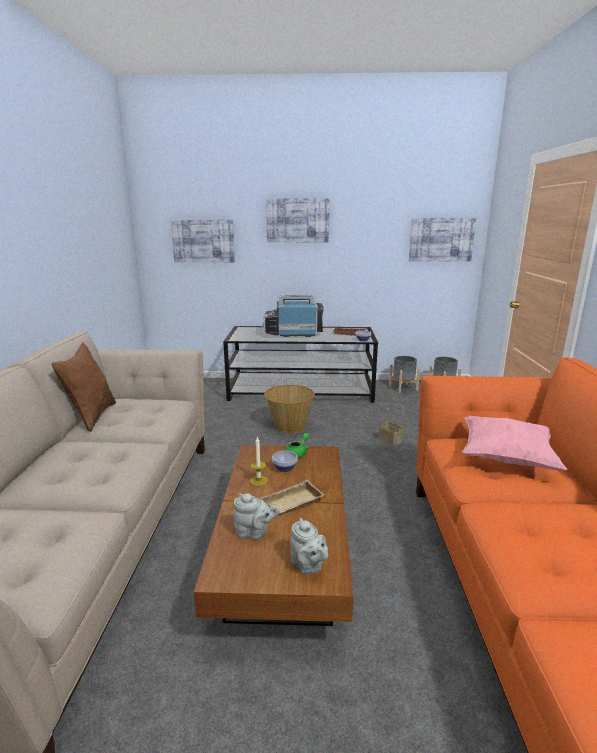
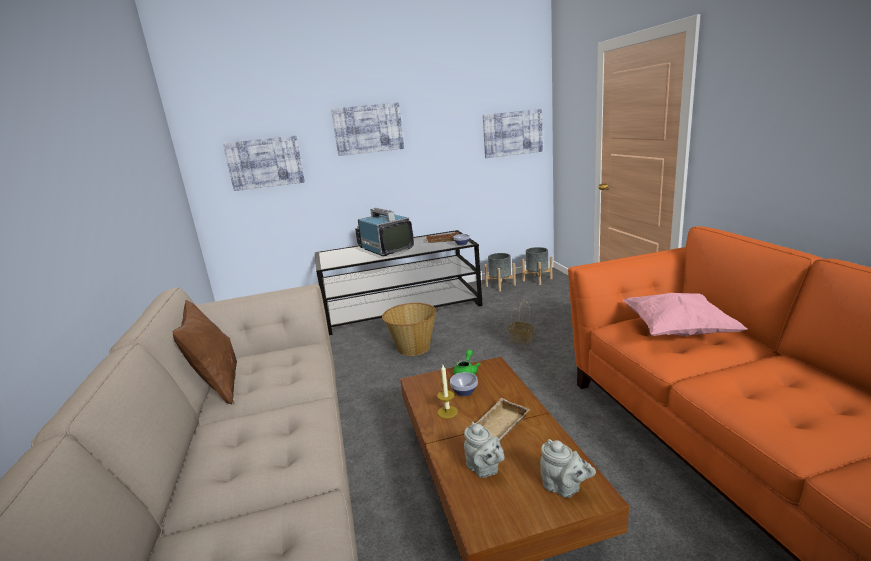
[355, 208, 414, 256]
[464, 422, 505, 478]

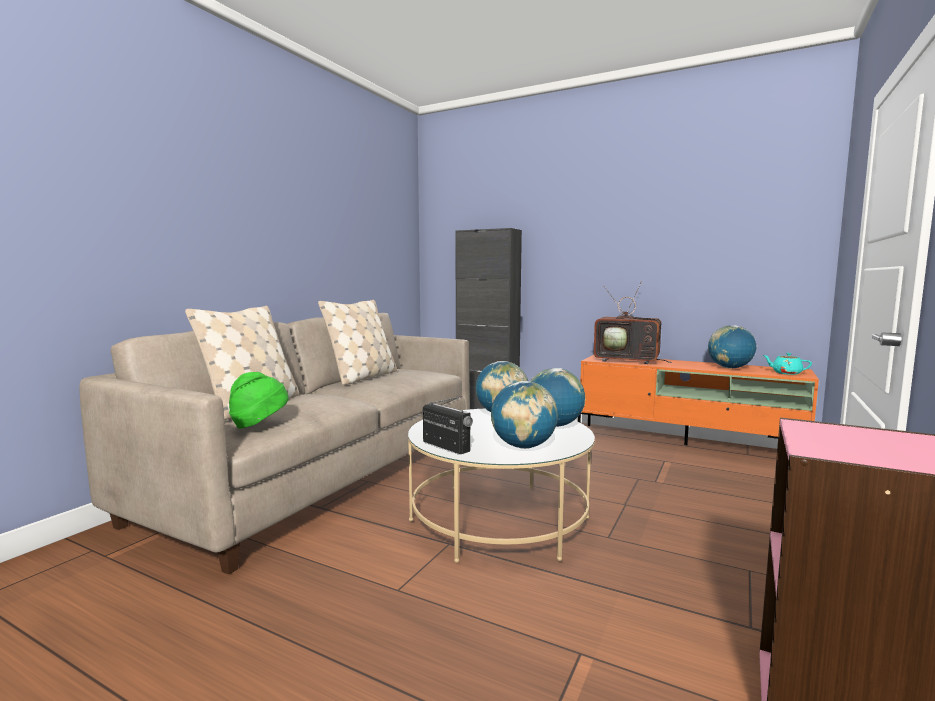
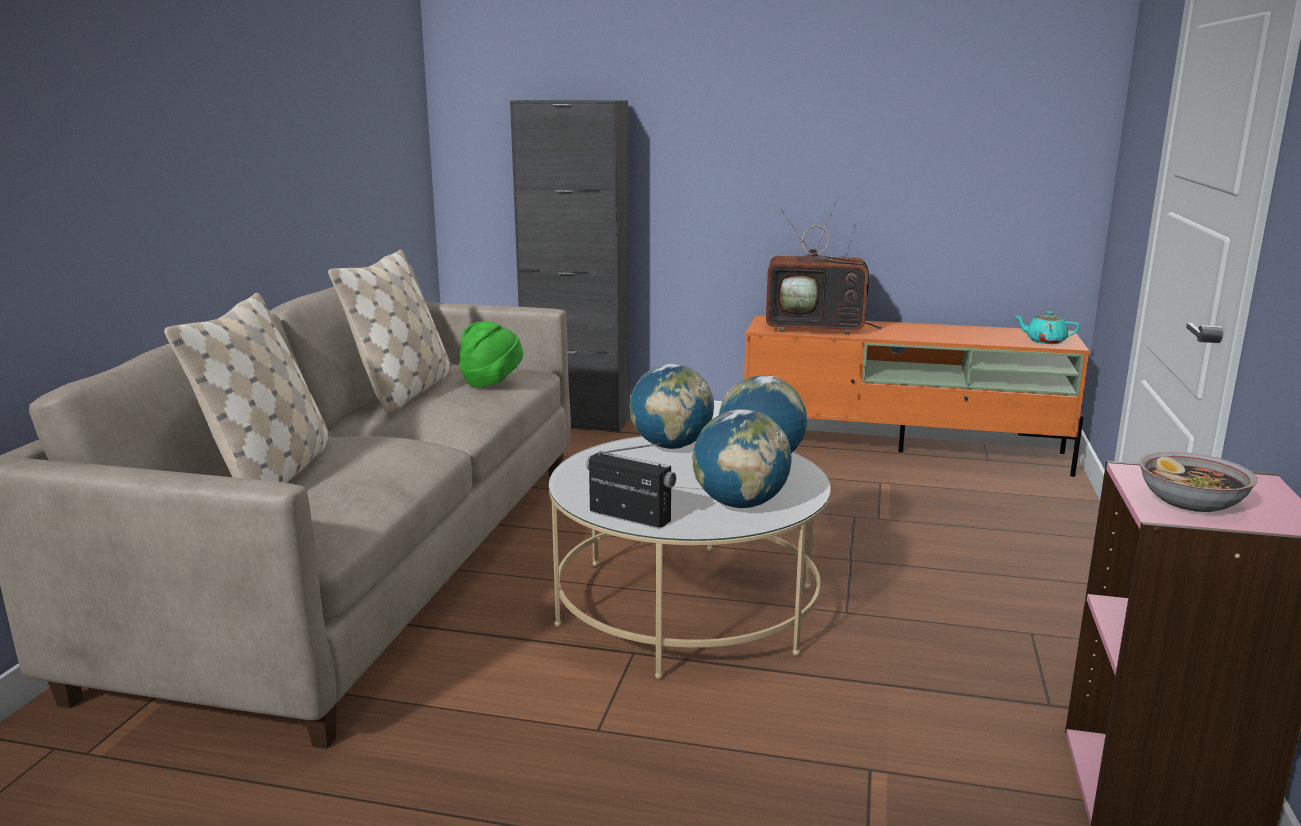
[459, 321, 523, 388]
[1139, 452, 1258, 512]
[708, 325, 756, 368] (first image)

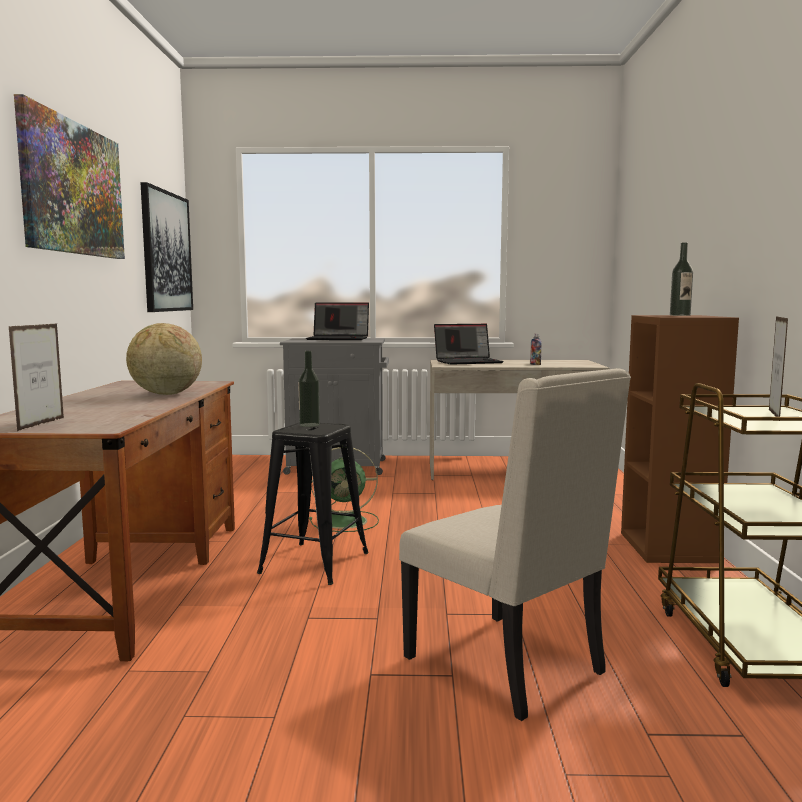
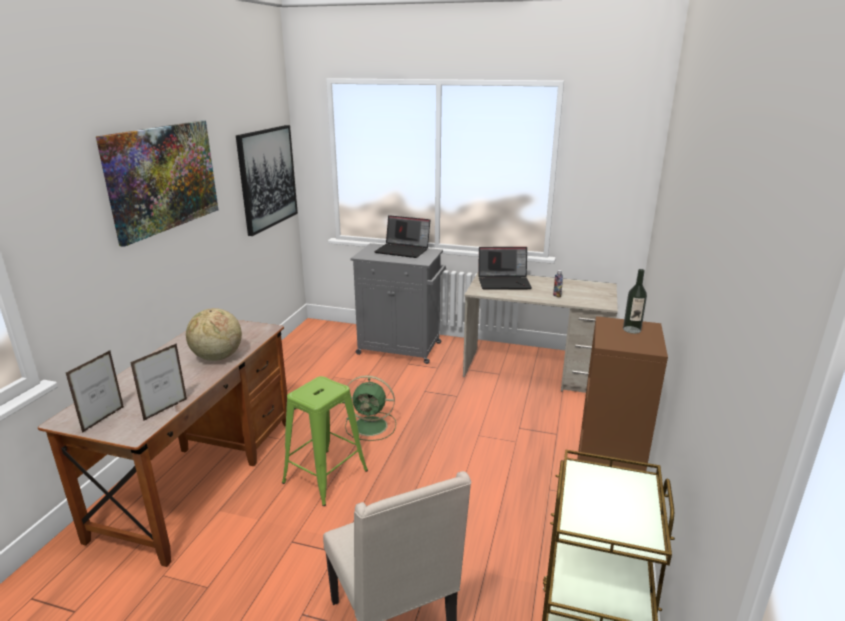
[130, 343, 187, 421]
[282, 376, 368, 506]
[298, 351, 320, 427] (first image)

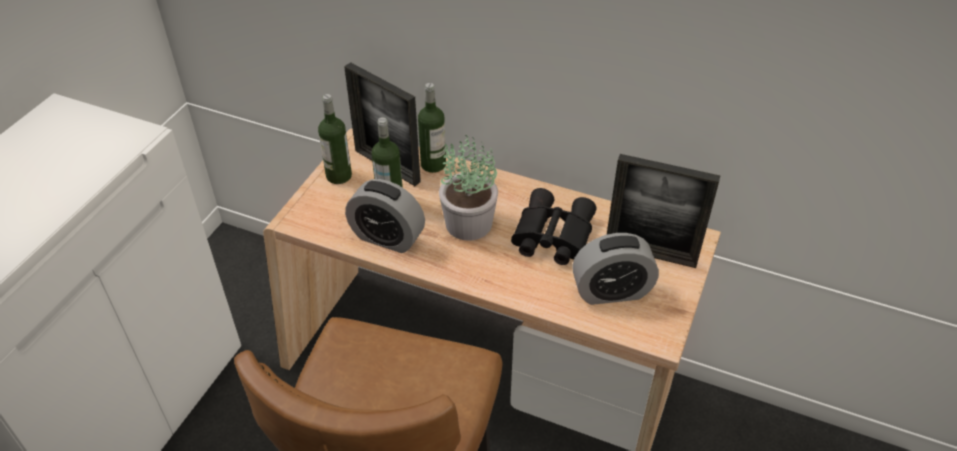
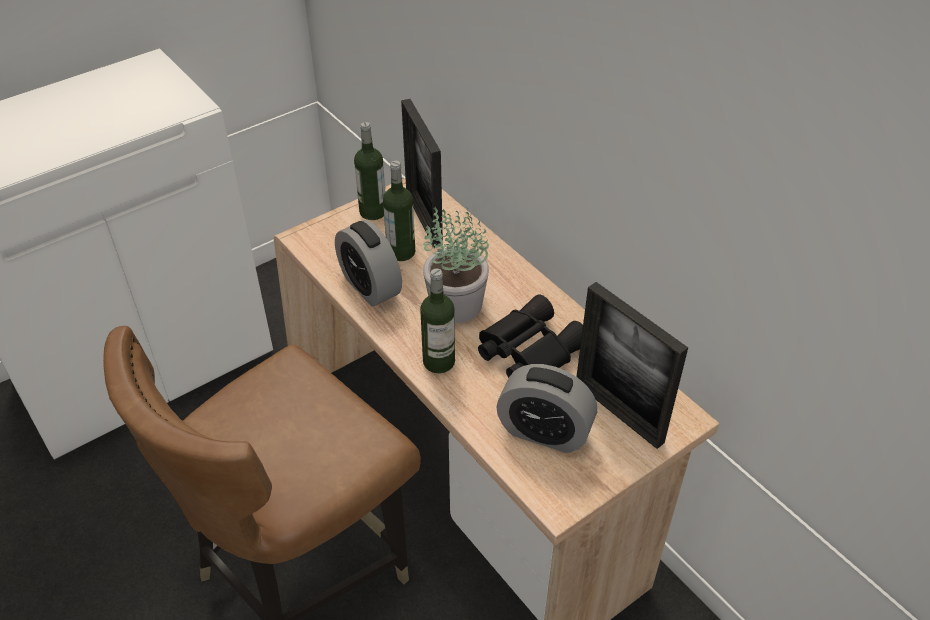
[420, 268, 455, 373]

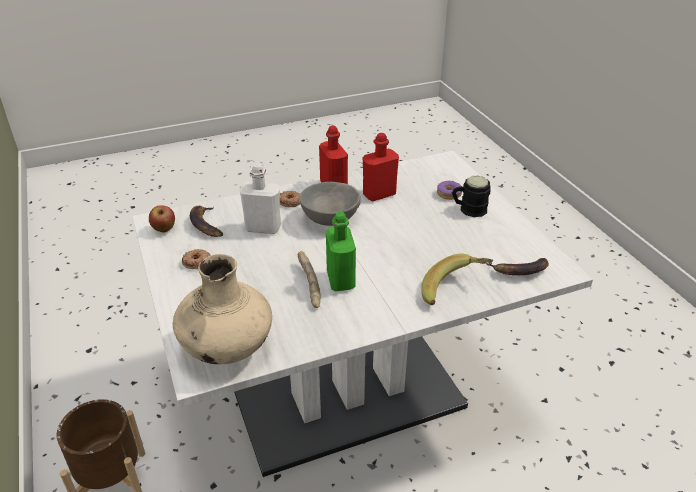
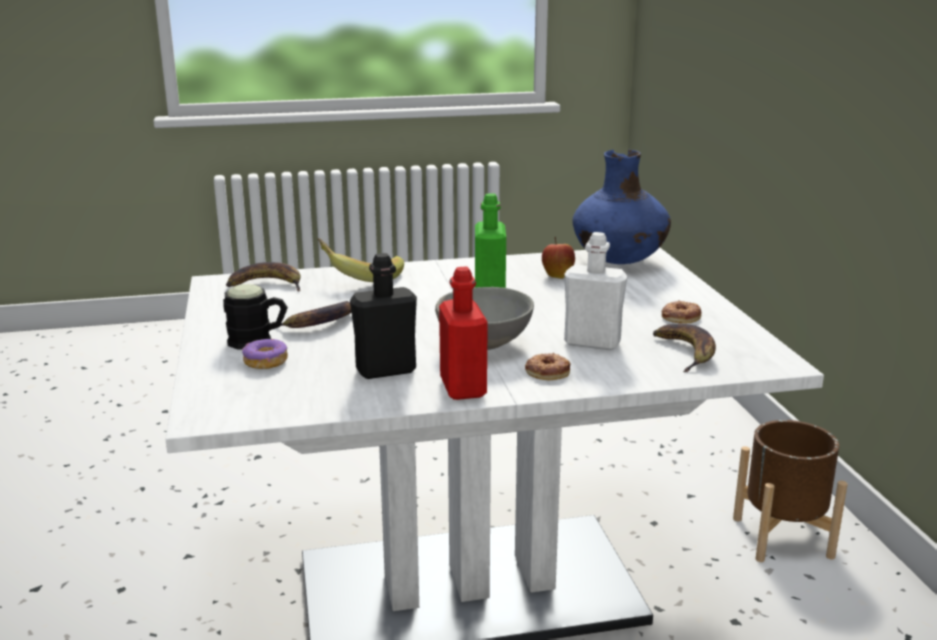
[280, 301, 352, 328]
[350, 253, 417, 379]
[542, 237, 575, 279]
[573, 150, 671, 264]
[298, 251, 320, 308] (first image)

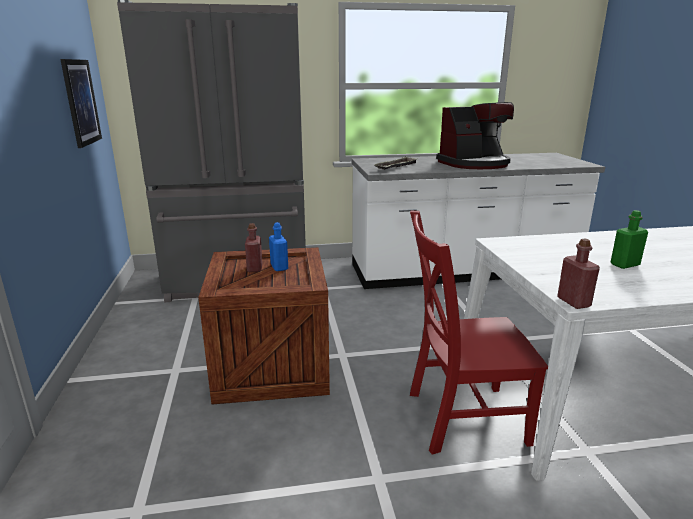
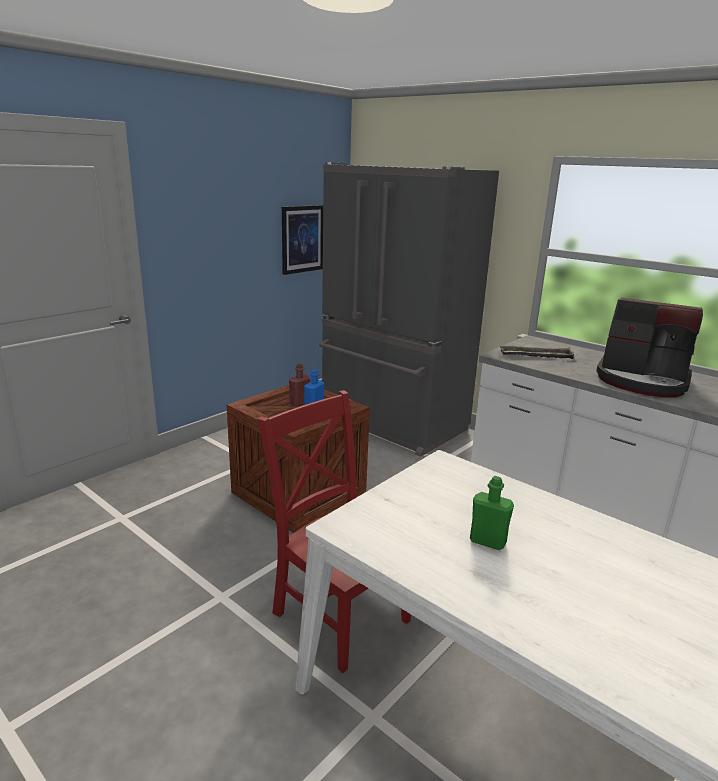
[557, 239, 600, 309] (first image)

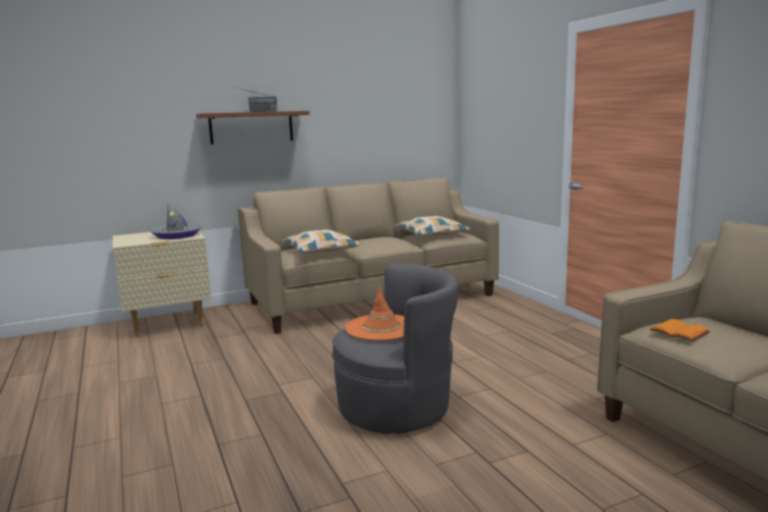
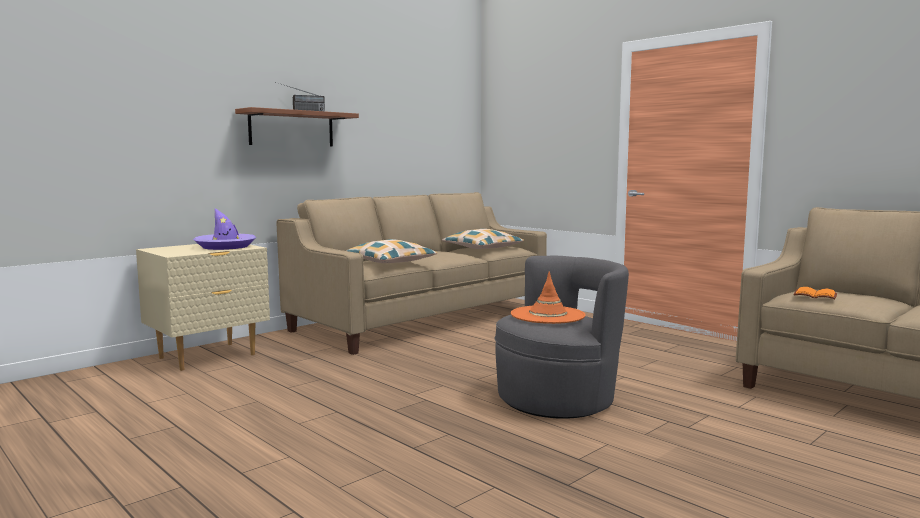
[193, 208, 256, 250]

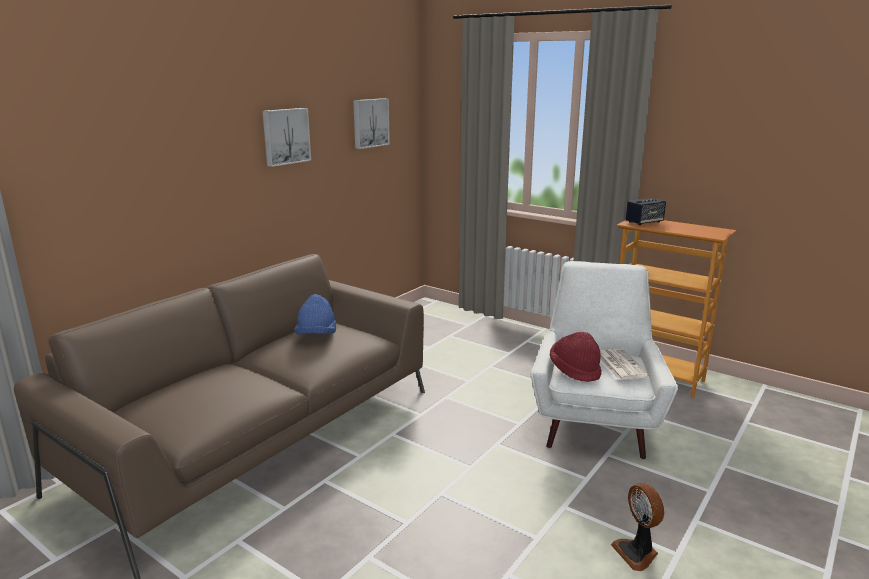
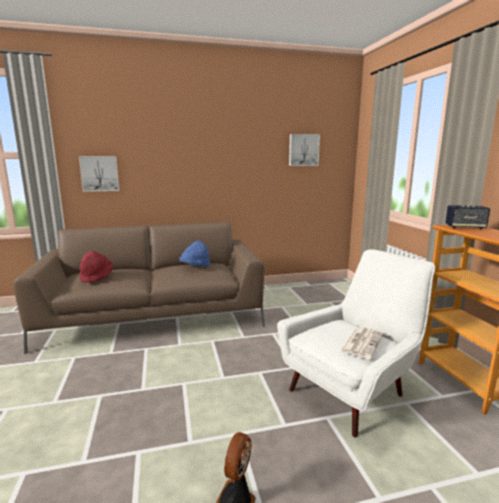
[79, 156, 119, 192]
[80, 251, 113, 283]

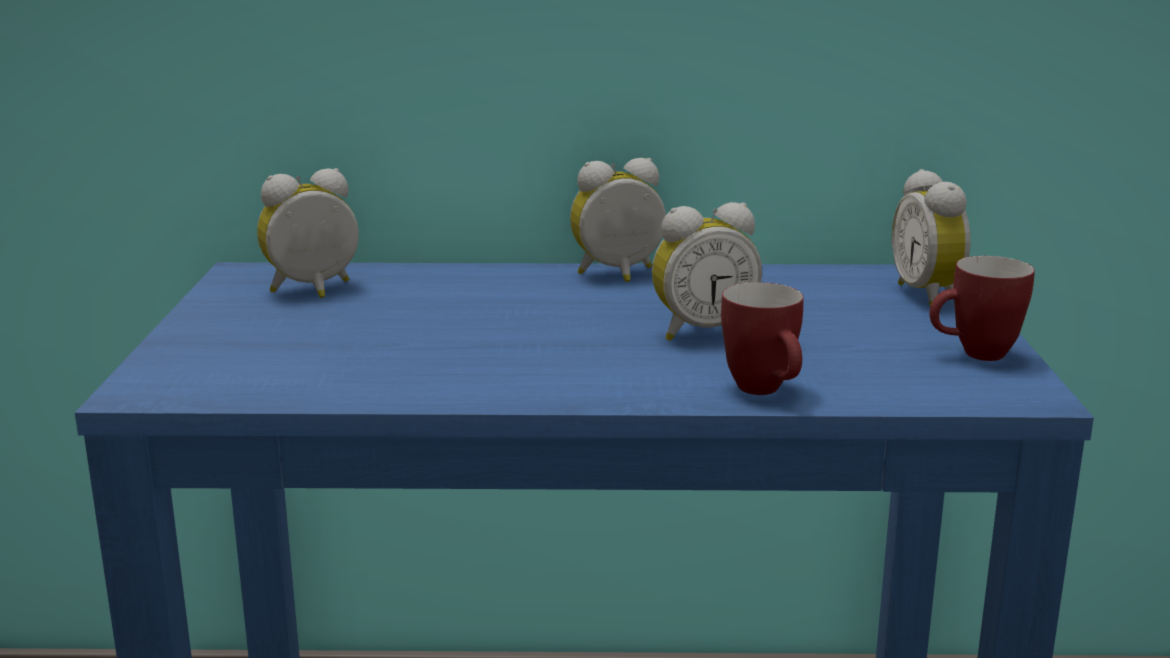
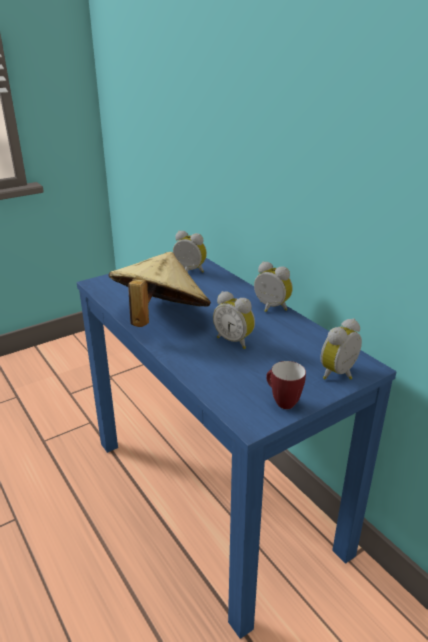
[108, 252, 211, 327]
[721, 282, 804, 395] (first image)

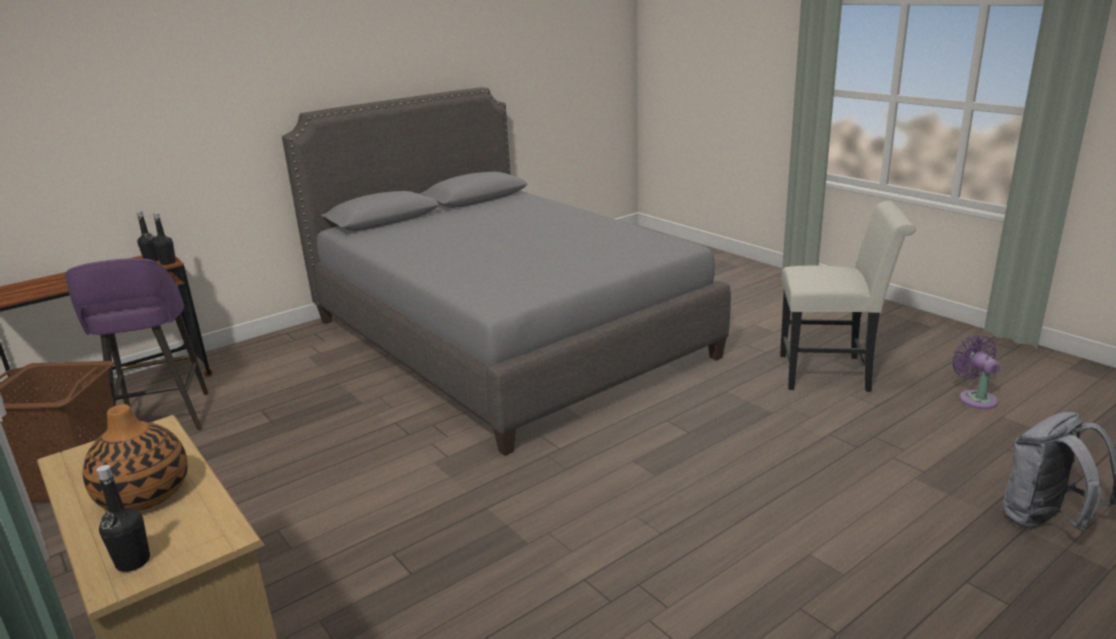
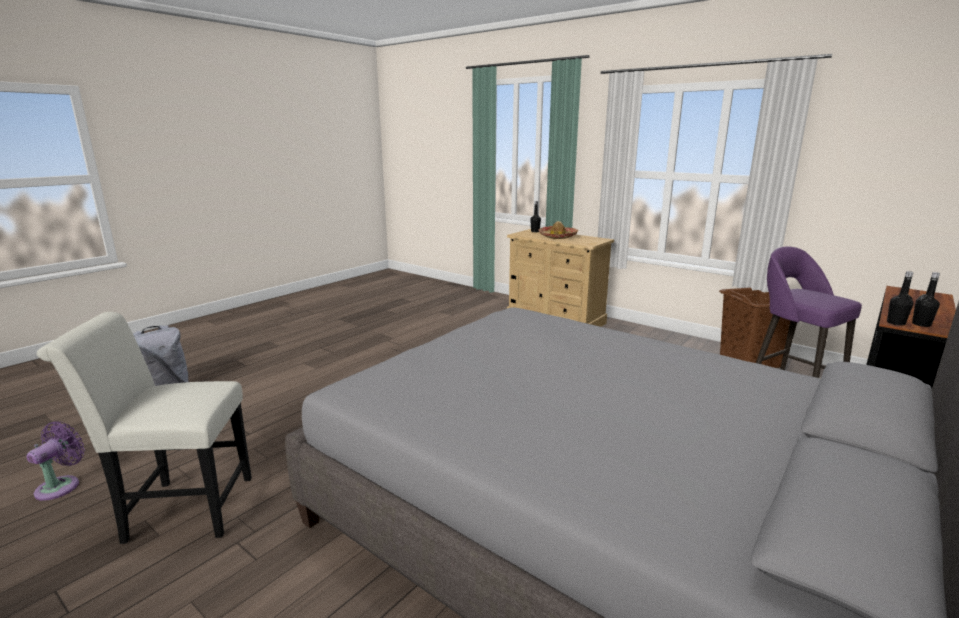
[27, 421, 85, 501]
[538, 221, 578, 239]

